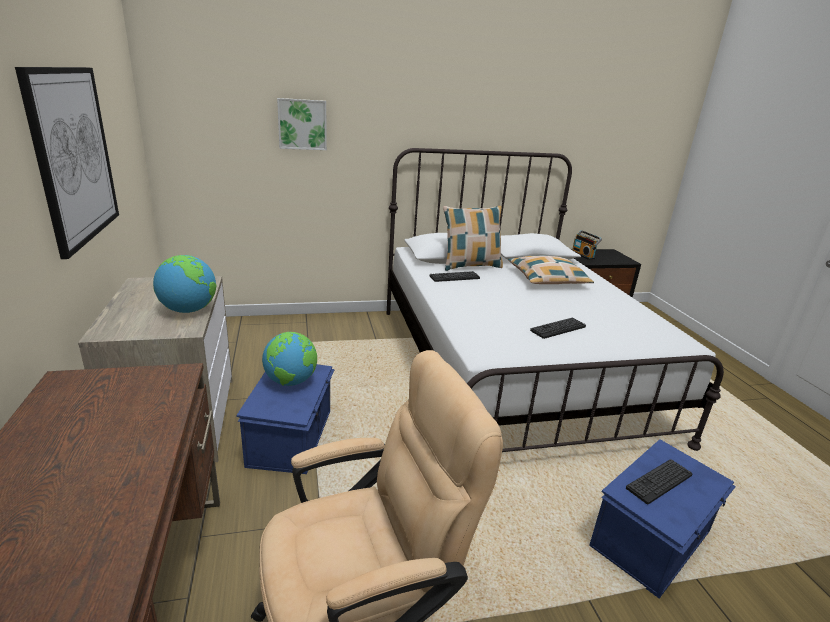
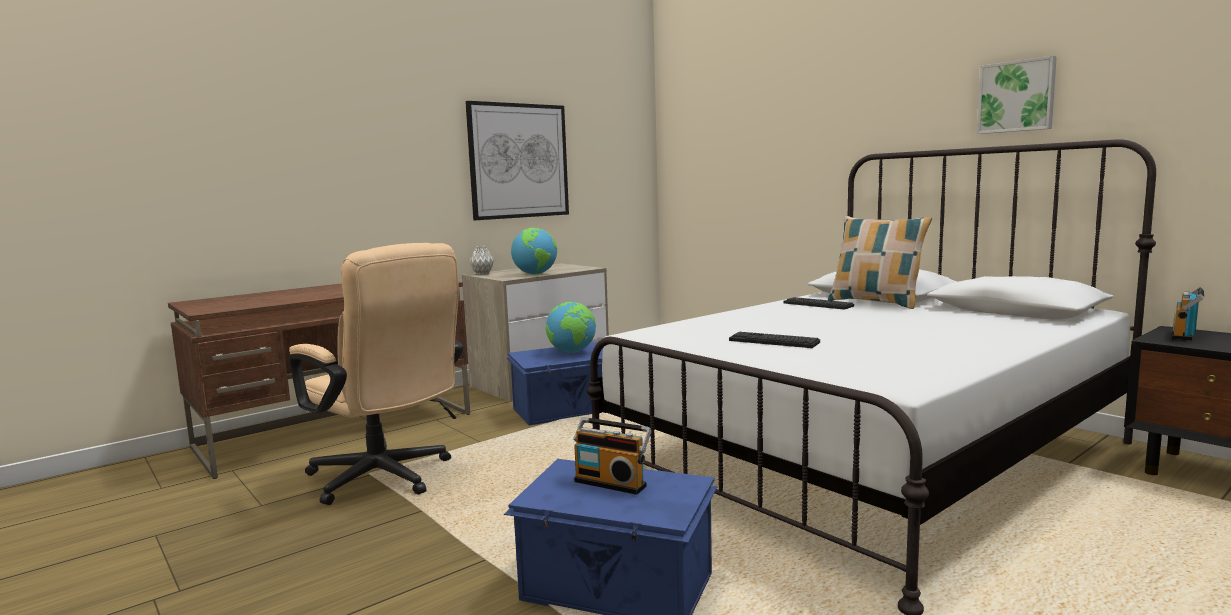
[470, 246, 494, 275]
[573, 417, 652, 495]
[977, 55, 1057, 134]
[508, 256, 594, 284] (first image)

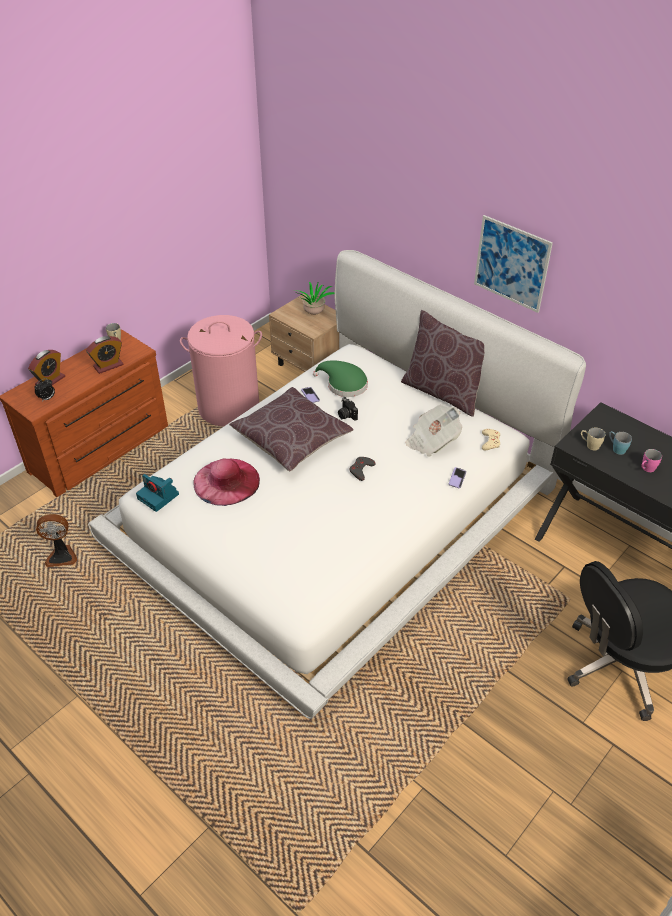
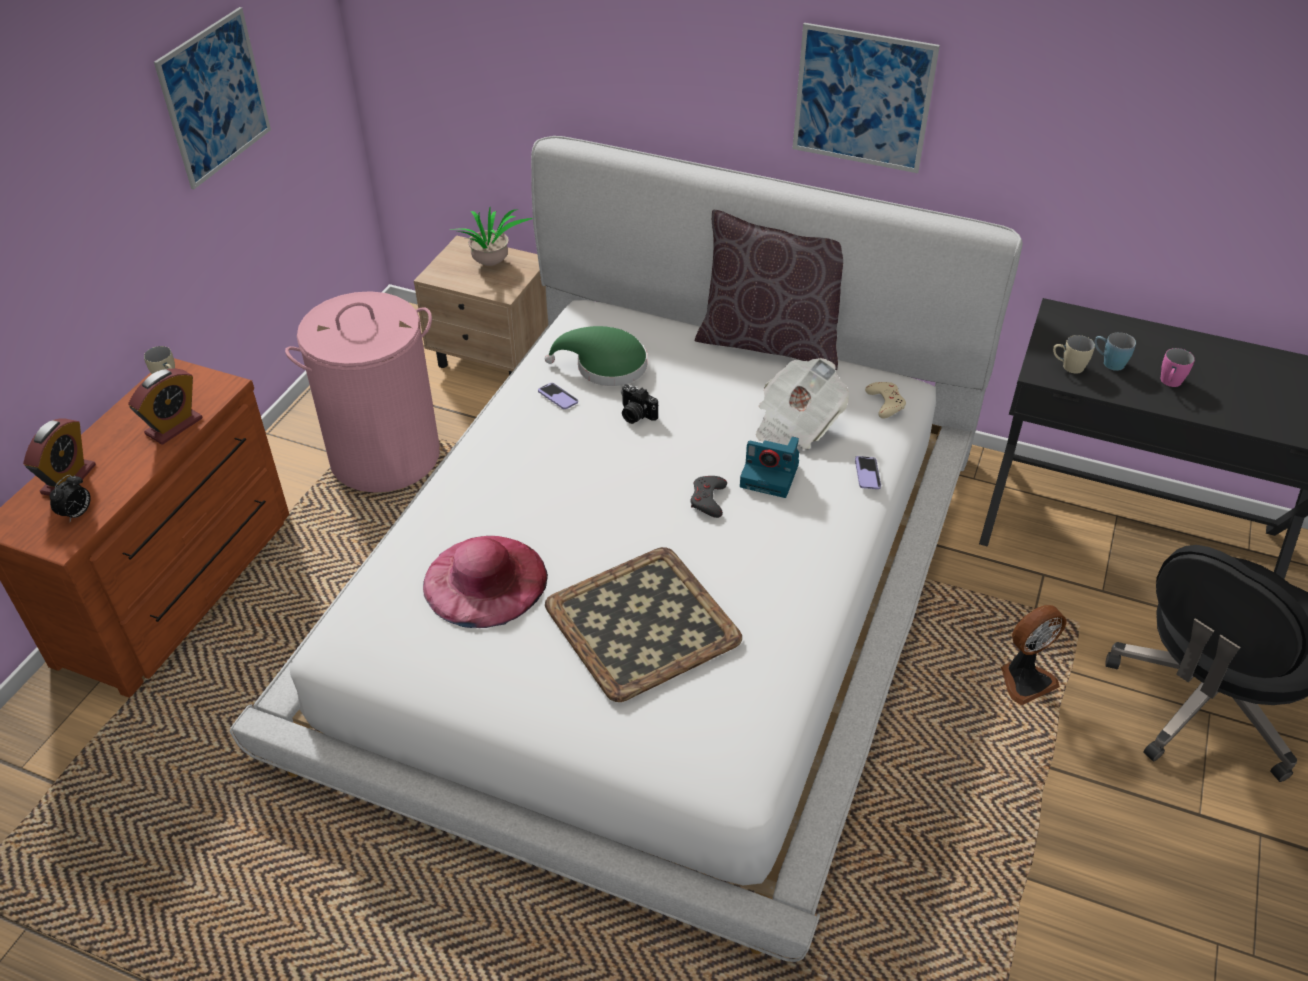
[154, 7, 271, 189]
[545, 547, 742, 702]
[740, 437, 799, 498]
[1001, 605, 1067, 705]
[229, 387, 354, 471] (first image)

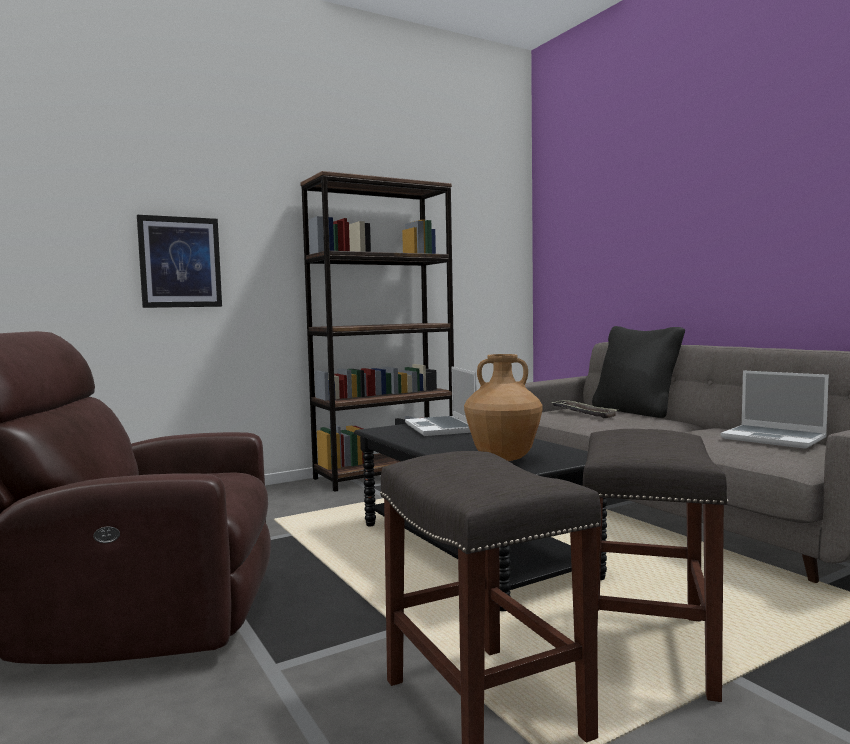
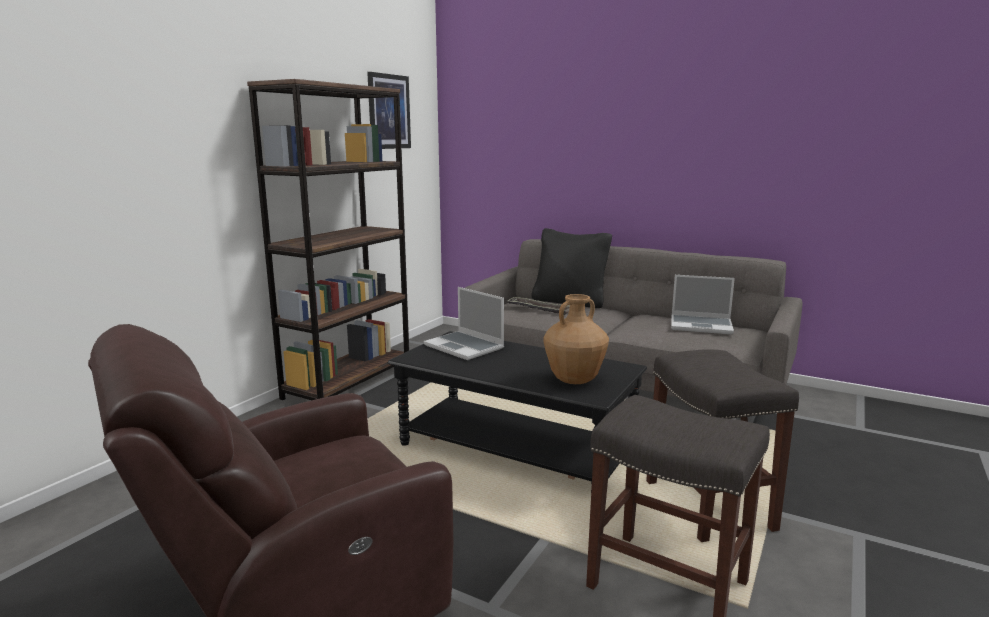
[367, 72, 411, 149]

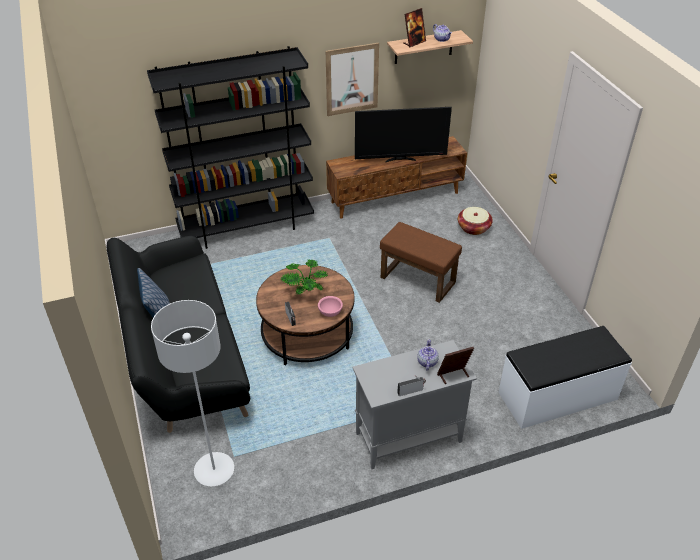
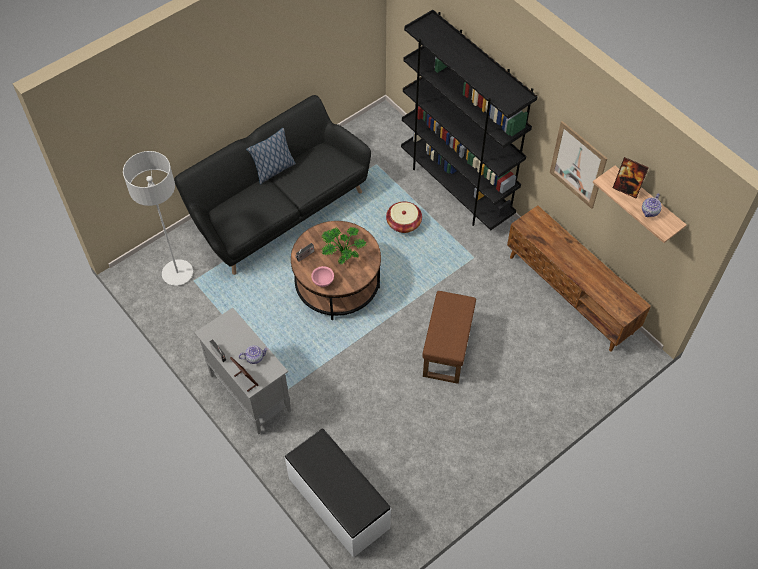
[386, 201, 422, 233]
[355, 107, 452, 162] (first image)

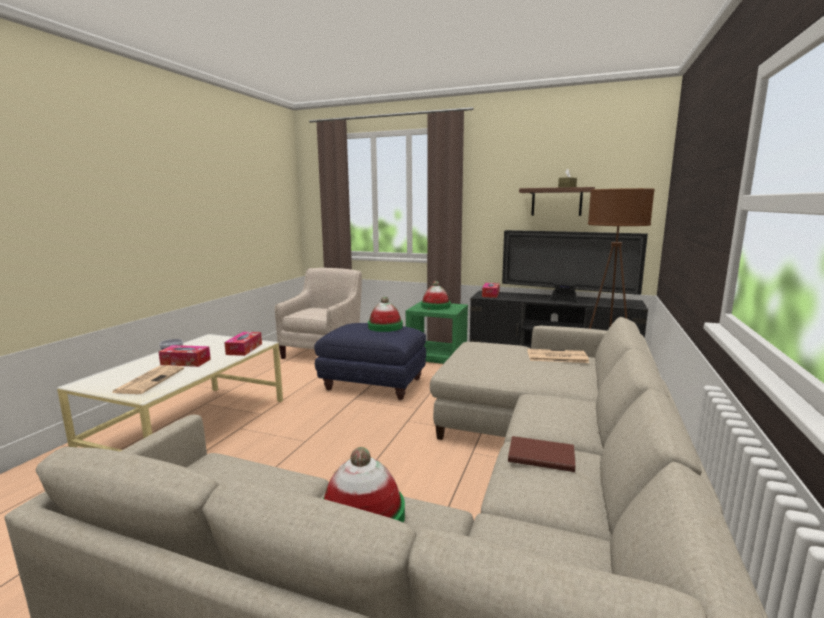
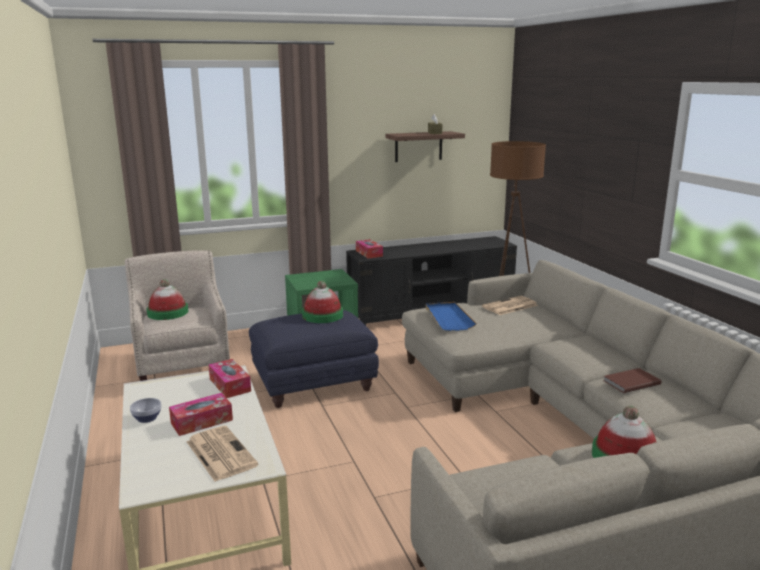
[147, 279, 188, 320]
[426, 302, 476, 331]
[502, 230, 648, 303] (first image)

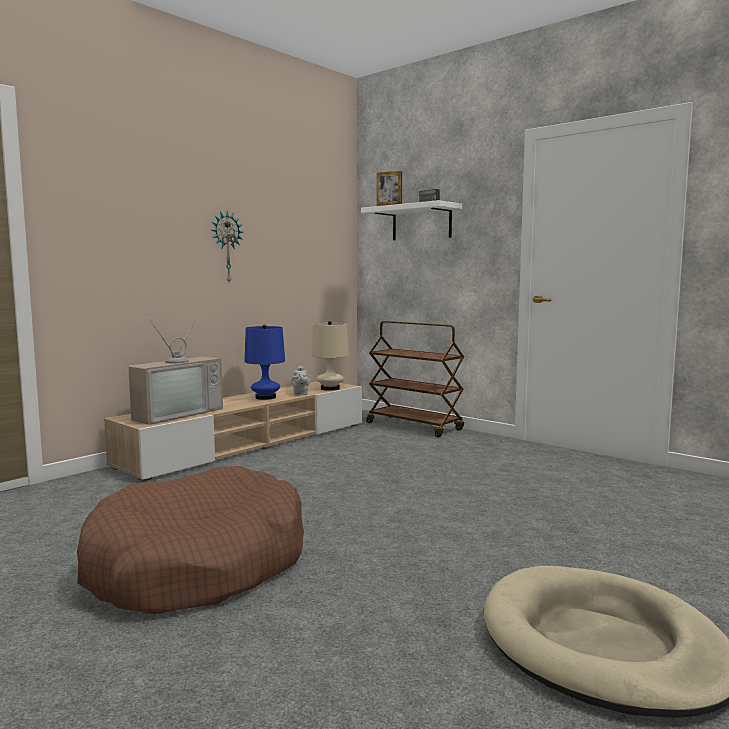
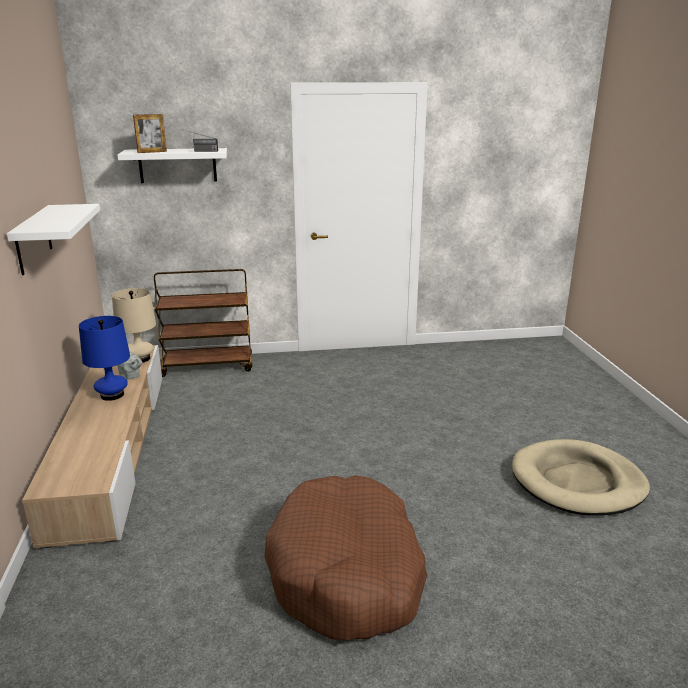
[7, 204, 100, 275]
[128, 316, 223, 425] (first image)

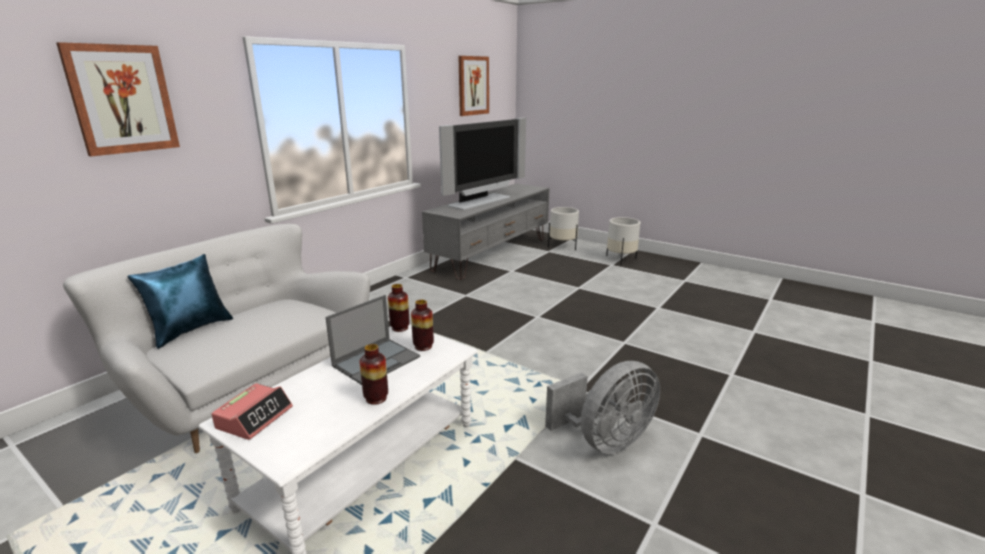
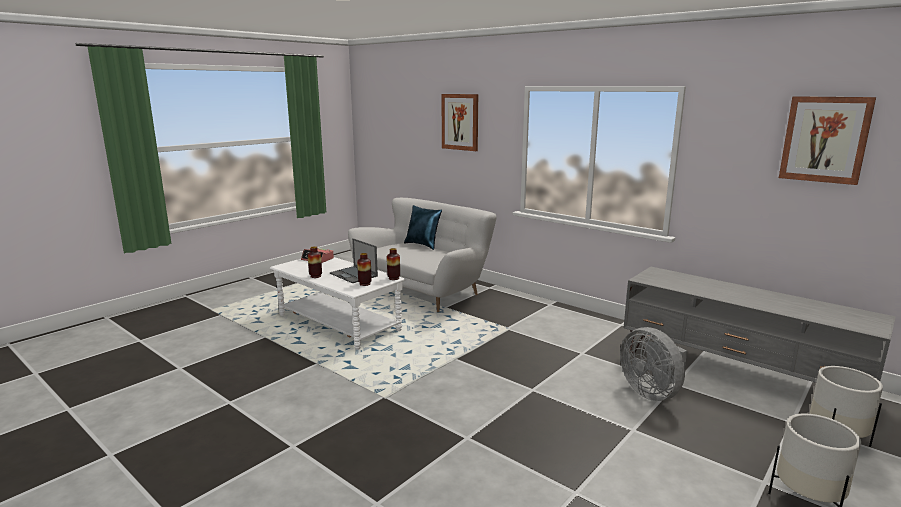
[620, 327, 687, 401]
[439, 118, 526, 210] (first image)

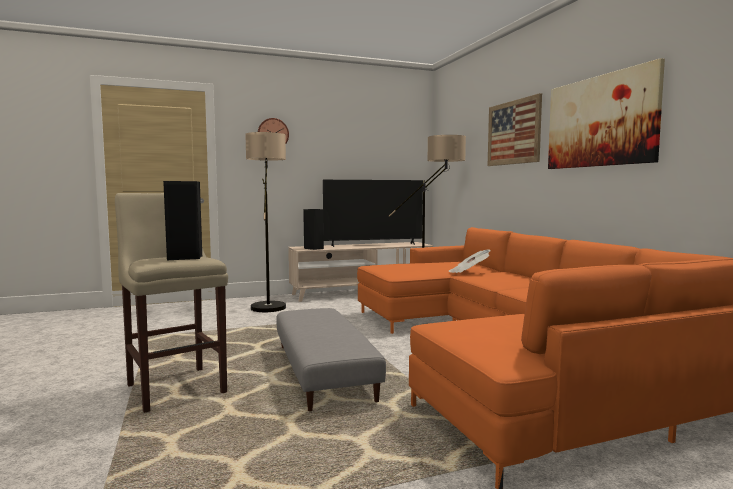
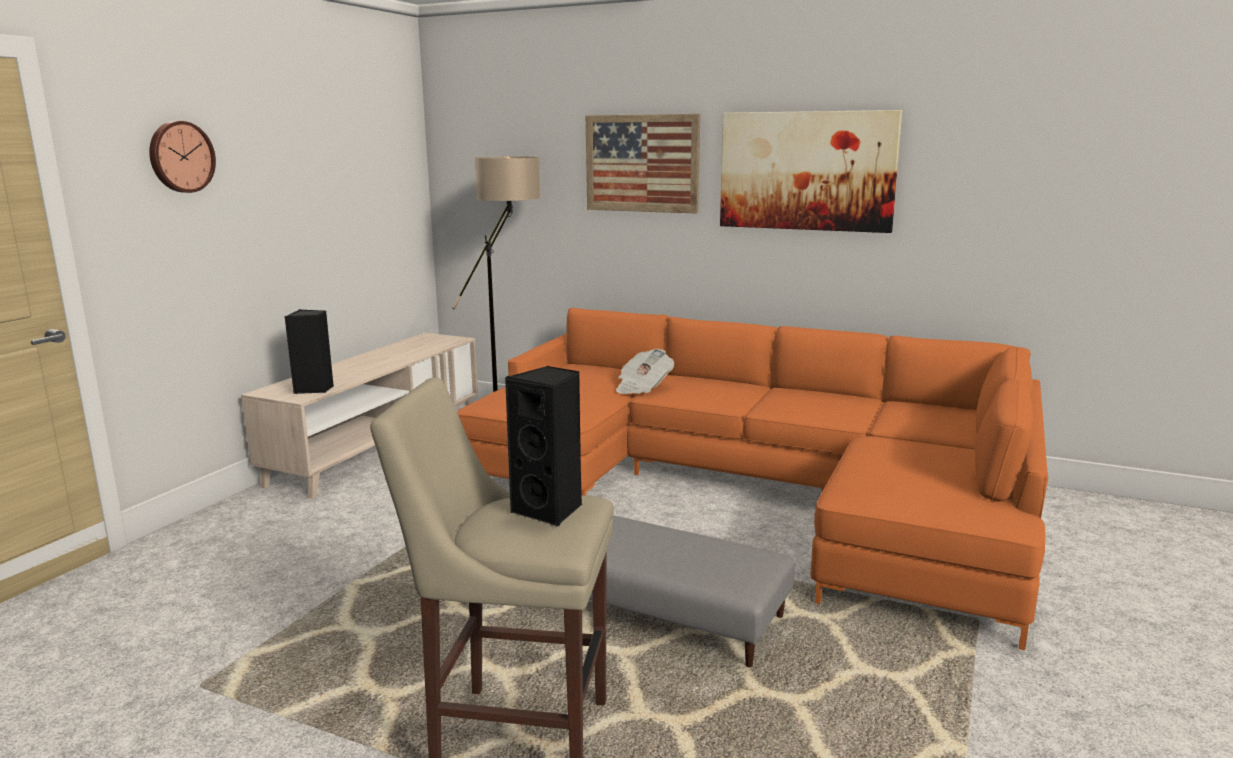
[245, 132, 286, 312] (first image)
[323, 180, 423, 247] (first image)

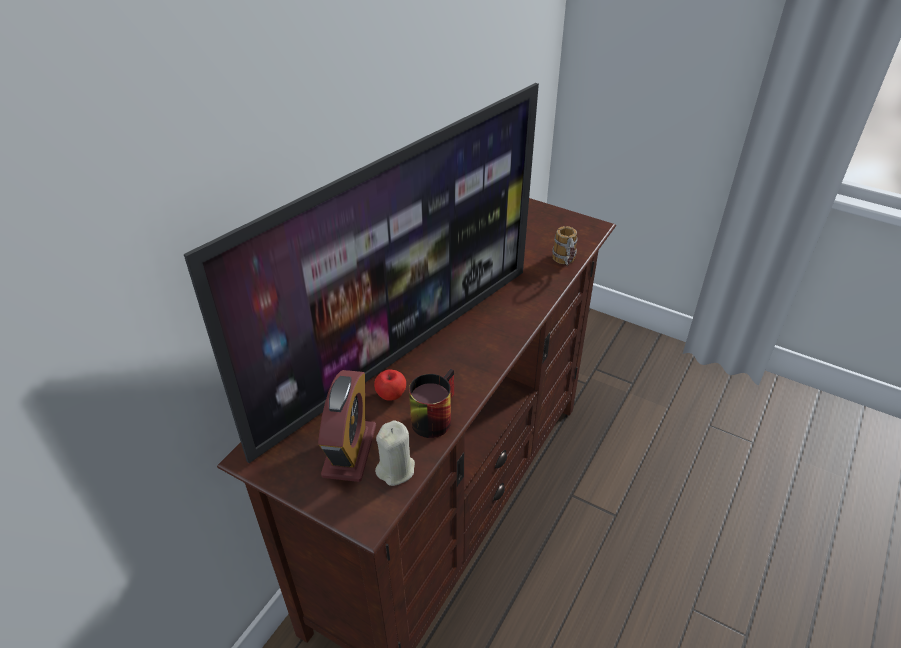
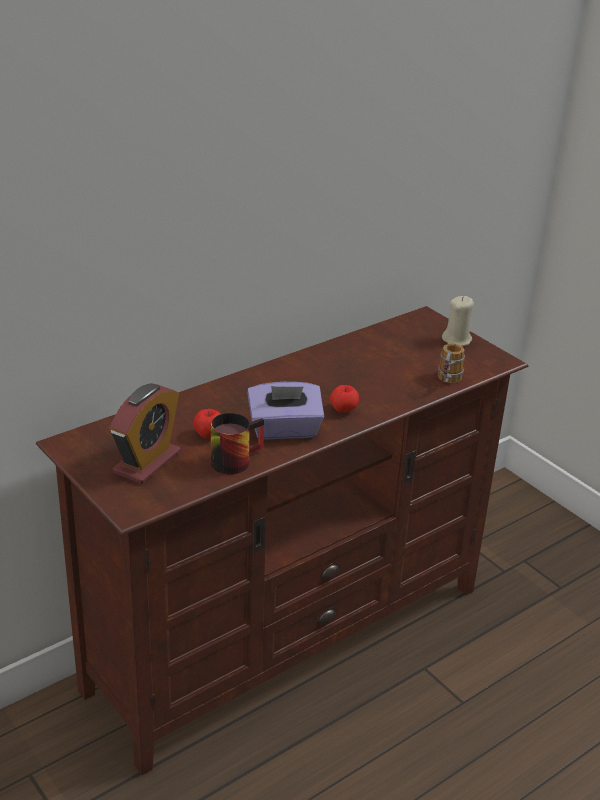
[247, 382, 325, 440]
[330, 385, 359, 413]
[442, 296, 474, 346]
[184, 83, 539, 463] (first image)

